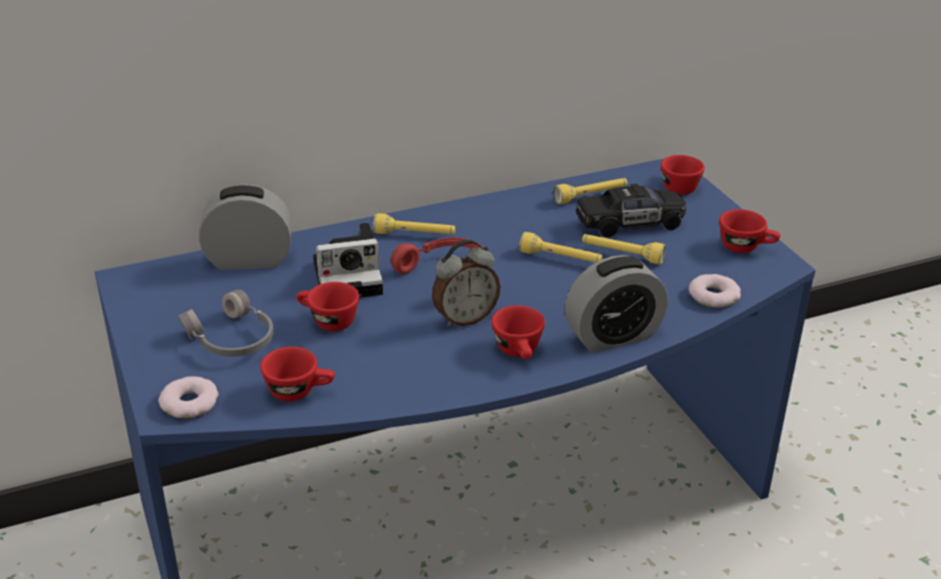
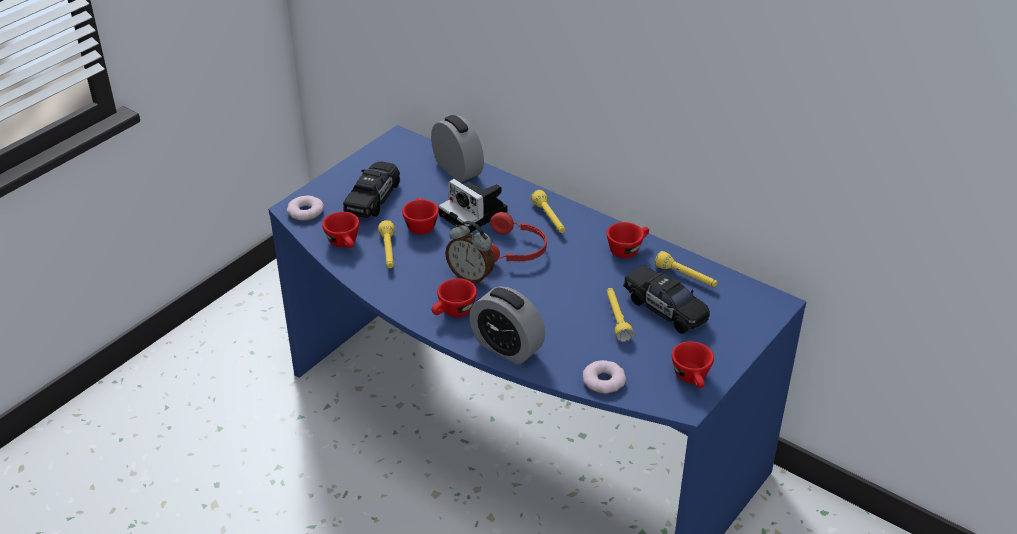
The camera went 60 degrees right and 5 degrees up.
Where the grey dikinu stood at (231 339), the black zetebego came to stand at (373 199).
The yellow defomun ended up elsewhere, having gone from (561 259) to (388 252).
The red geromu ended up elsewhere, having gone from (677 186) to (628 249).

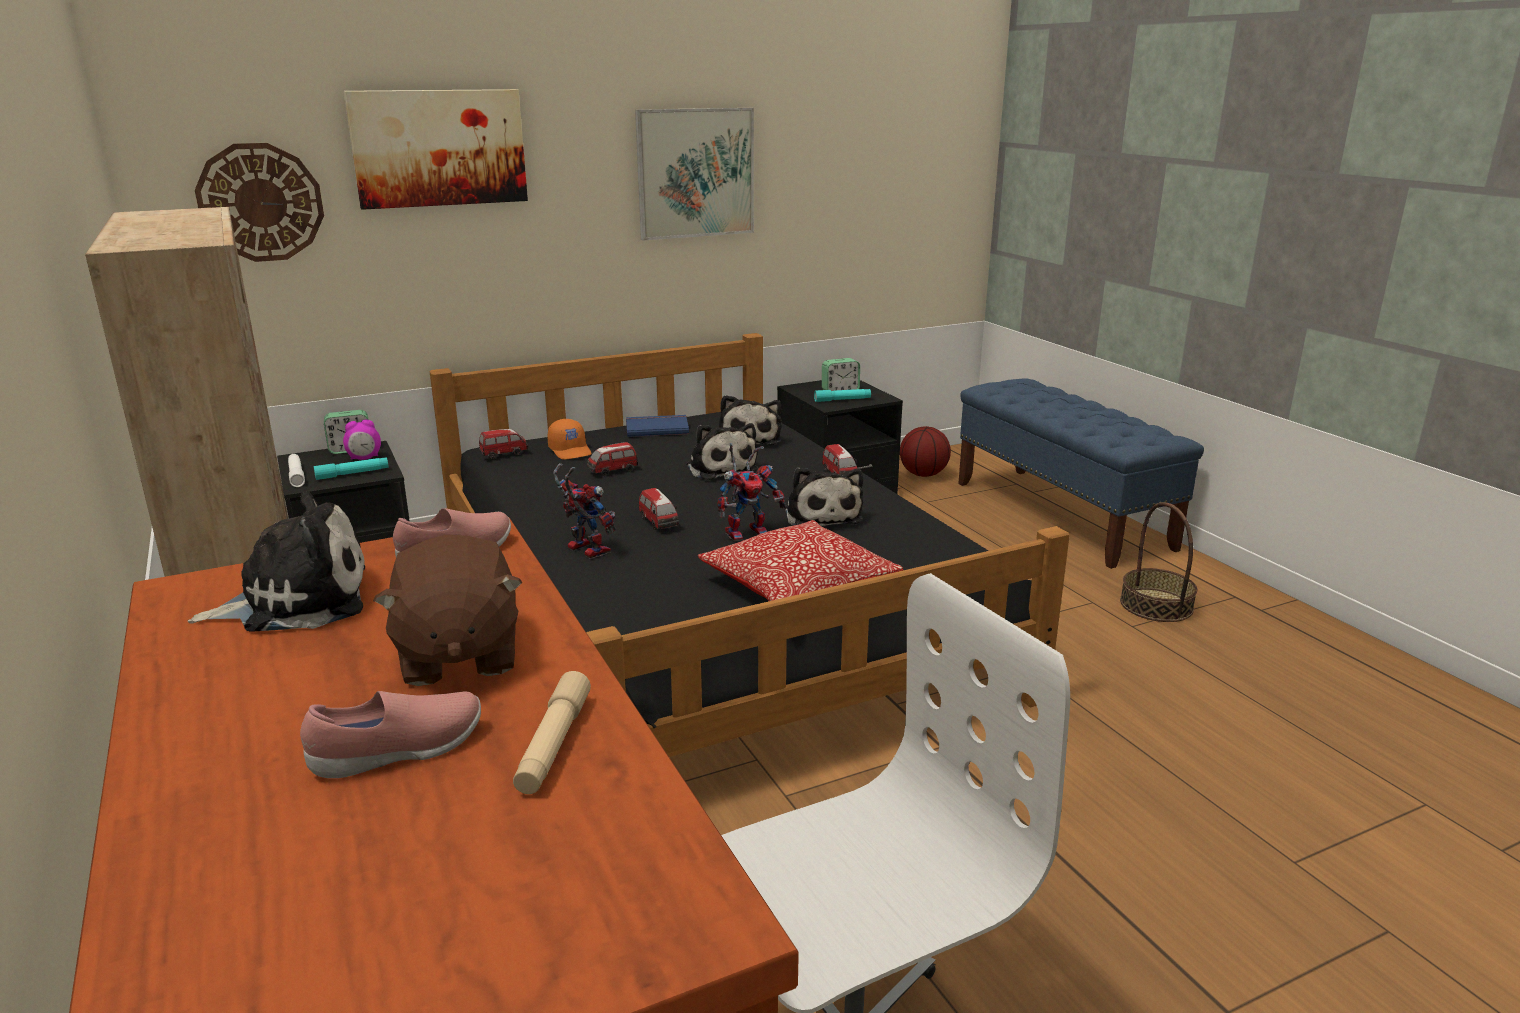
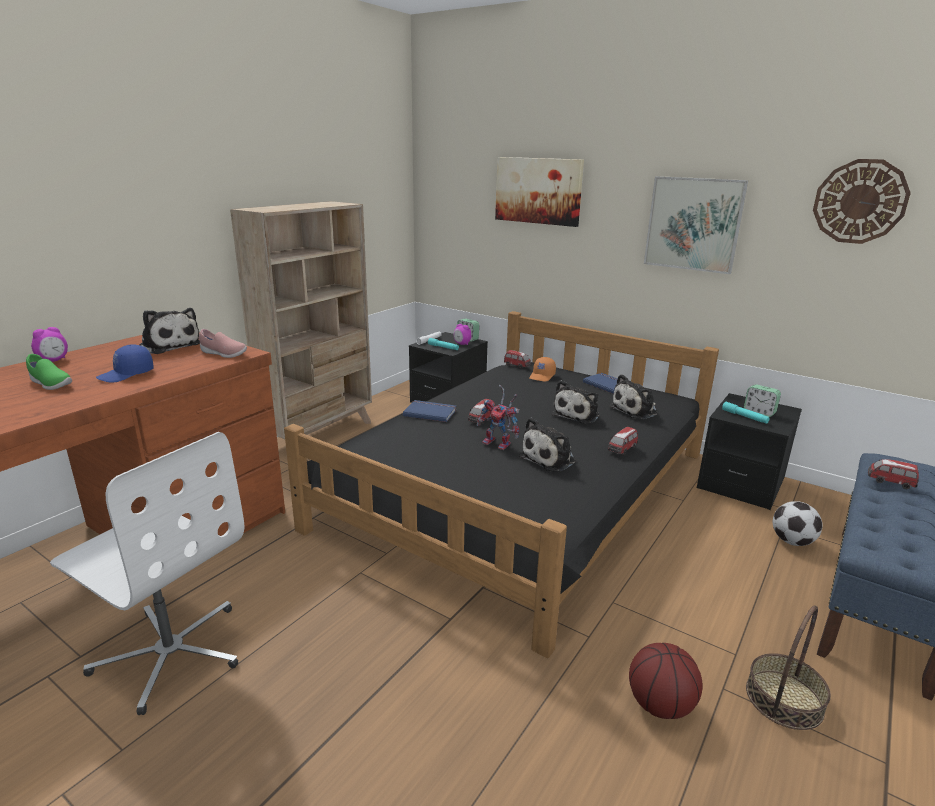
The camera went 60 degrees right and 0 degrees up.
The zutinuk ended up elsewhere, having gone from (261 202) to (859 201).
What was the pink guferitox at (399 752) turned into the green guferitox at (50 384).
Where the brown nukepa stood at (457 655), the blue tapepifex came to stand at (127 374).
The second view lost the beige defomun at (553 744).
Where the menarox stood at (583 549), the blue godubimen came to stand at (430 412).
The zetebego ended up elsewhere, having gone from (612 471) to (890 482).
The second view lost the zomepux at (798 587).
The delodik ended up elsewhere, having gone from (924 474) to (660 705).
The second view gained the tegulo at (53 361).
The second view gained the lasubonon at (792 541).

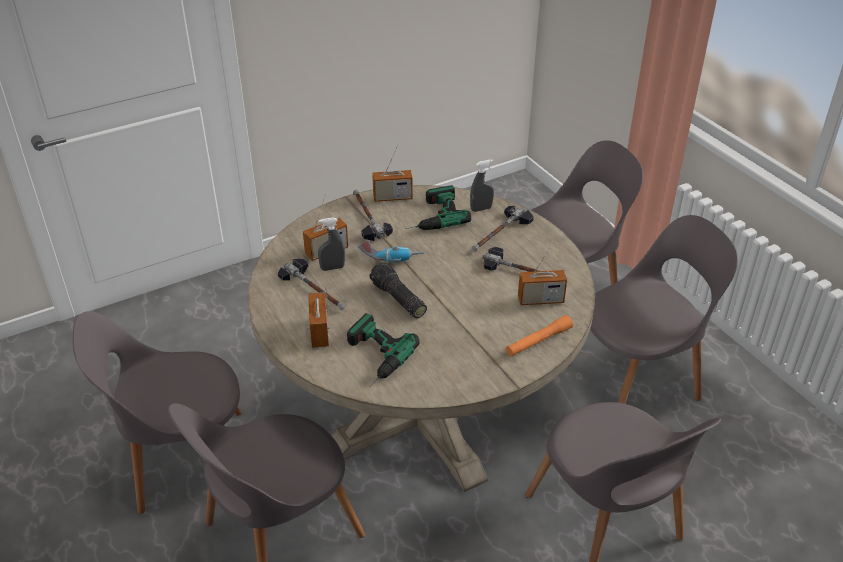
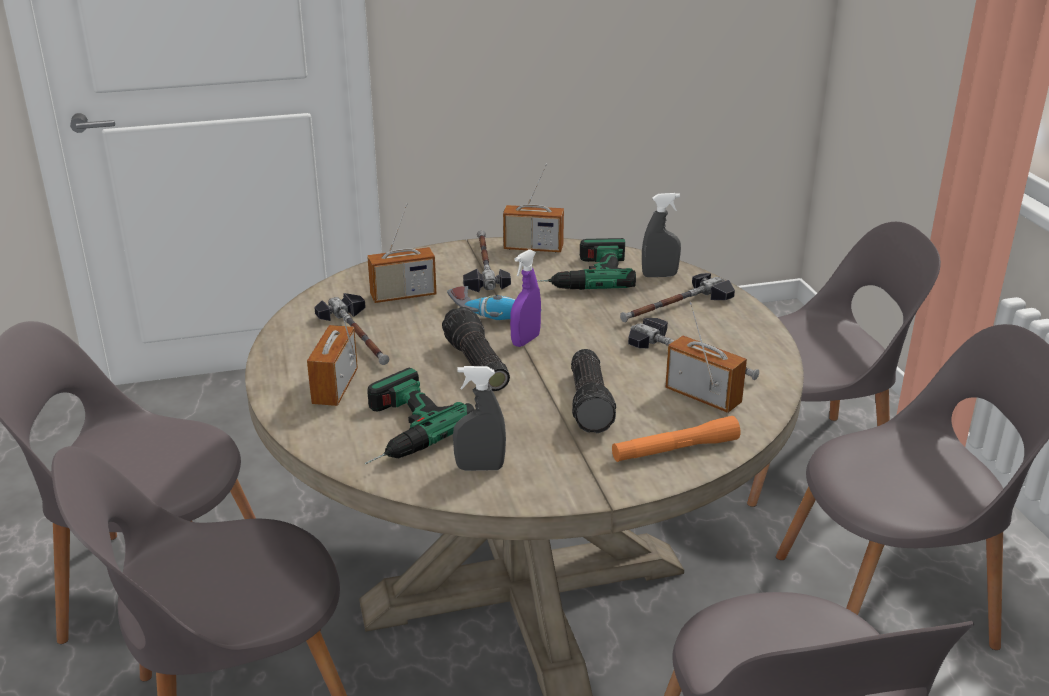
The camera went 15 degrees right and 10 degrees down.
The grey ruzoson ended up elsewhere, having gone from (332 268) to (480 468).
The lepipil at (540 300) ended up facing another way, 150 degrees counterclockwise from before.
The second view gained the purple ruzoson at (525 340).
The second view gained the defomun at (591 403).

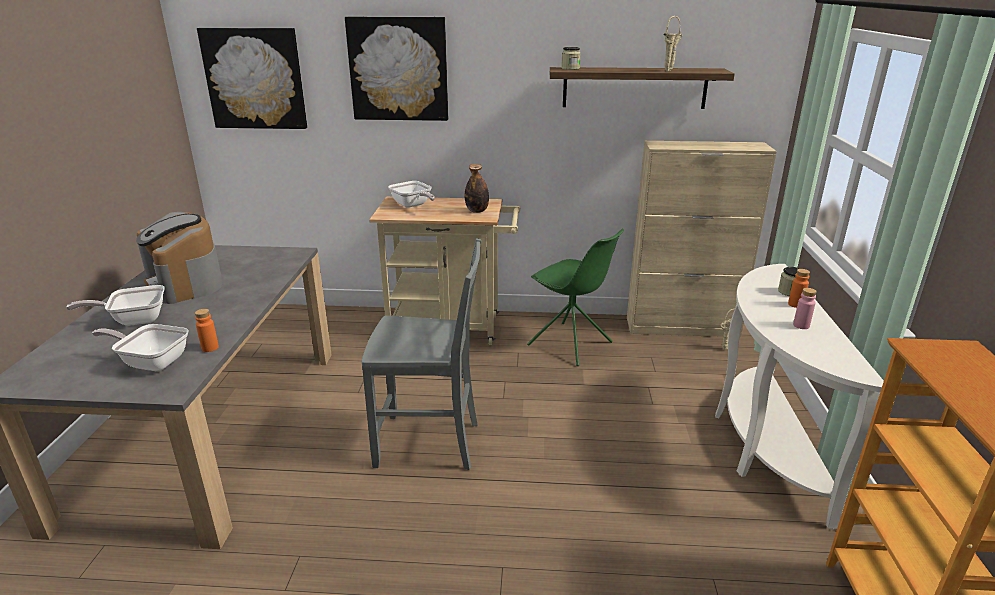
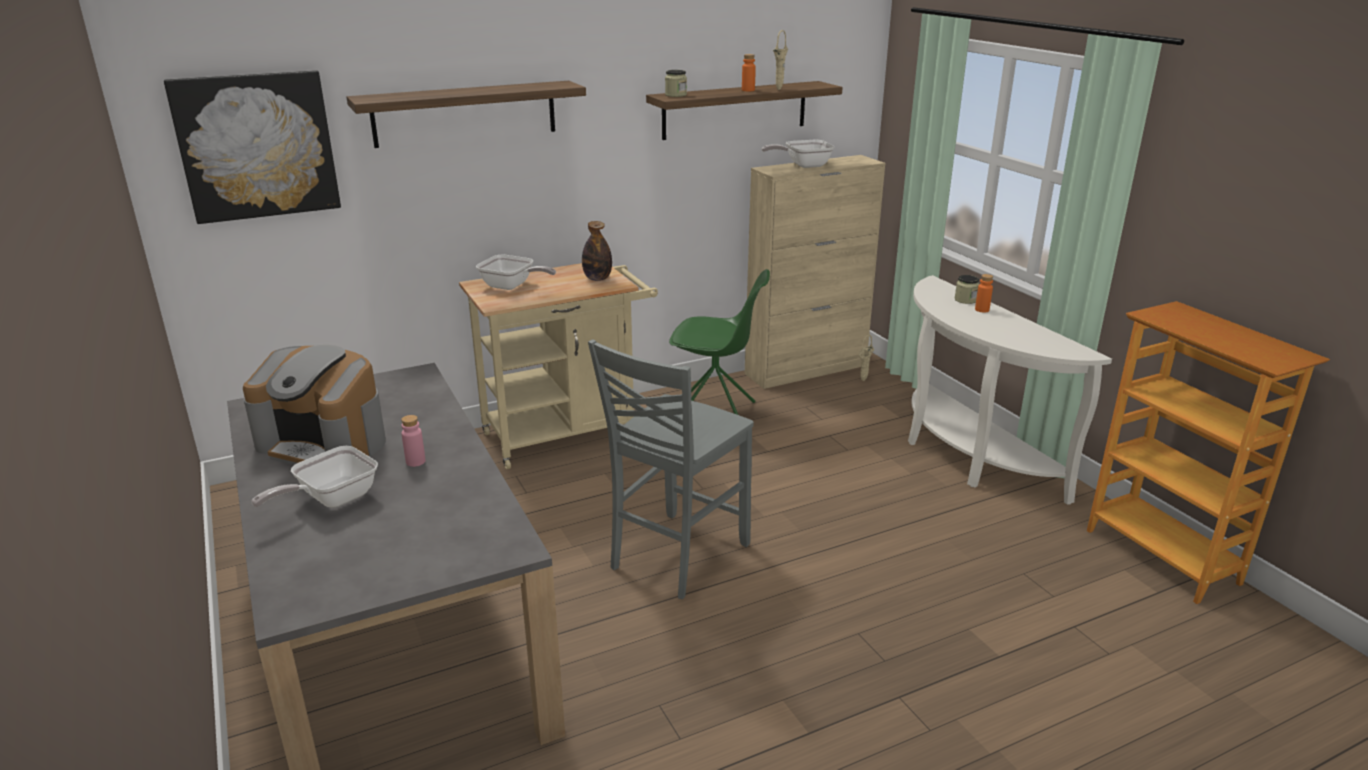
The camera went 30 degrees left and 0 degrees up.
The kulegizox ended up elsewhere, having gone from (151 362) to (803 165).
The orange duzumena ended up elsewhere, having gone from (210 348) to (748 90).
Where the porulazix hung at (398 69), the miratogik came to hang at (465 113).
The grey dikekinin at (430 444) ended up facing another way, 150 degrees clockwise from before.
The pink duzumena ended up elsewhere, having gone from (801 325) to (415 461).

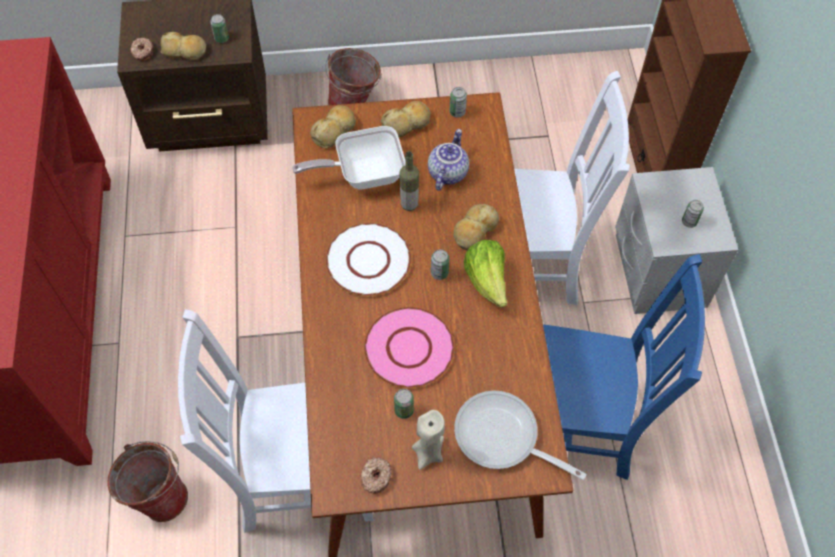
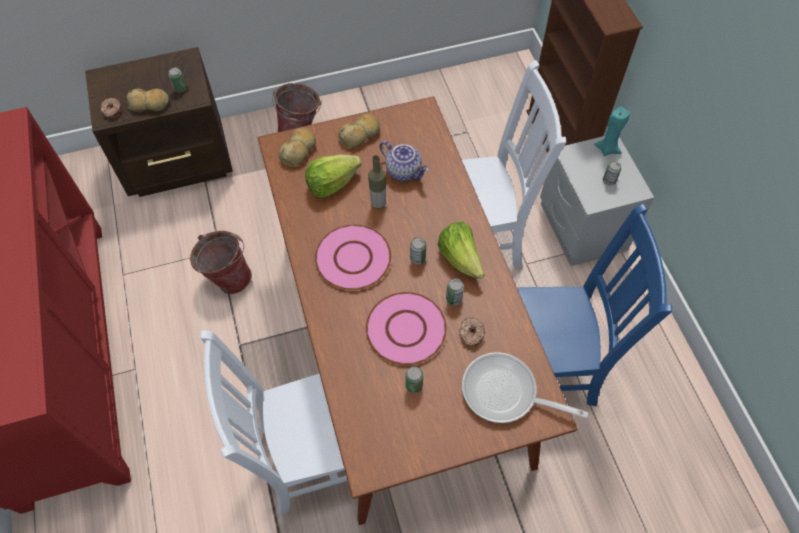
The camera went 10 degrees left and 0 degrees up.
The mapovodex ended up elsewhere, having gone from (158 494) to (228 277).
Where the kulegizox stood at (363 174), the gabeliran came to stand at (332 184).
What was the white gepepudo at (368 260) turned into the pink gepepudo at (352 258).
The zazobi ended up elsewhere, having gone from (375 477) to (471 334).
The second view lost the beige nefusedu at (428 452).
The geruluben at (447 172) ended up facing another way, 120 degrees clockwise from before.
The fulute ended up elsewhere, having gone from (457 112) to (454 299).
The second view lost the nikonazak at (474 231).
The second view gained the turquoise nefusedu at (607 149).

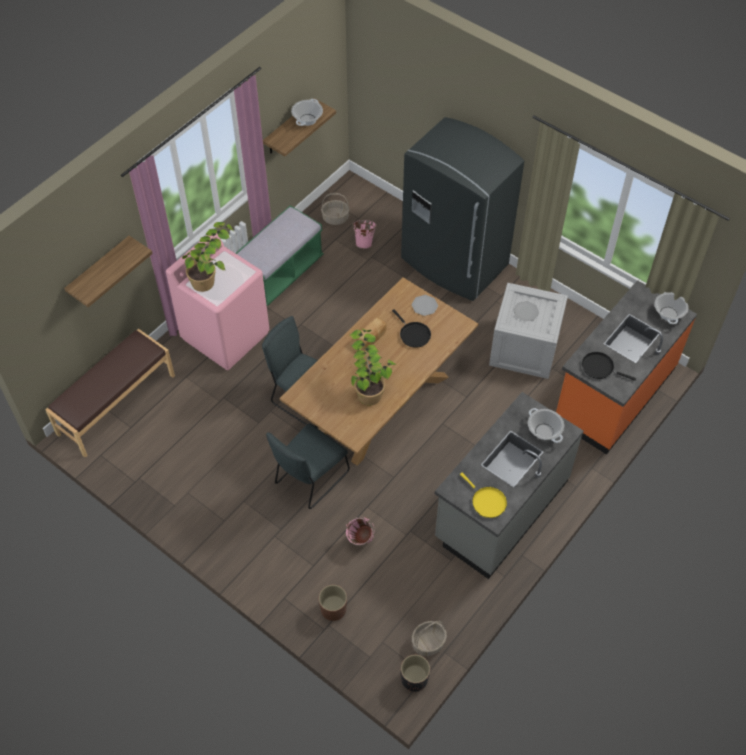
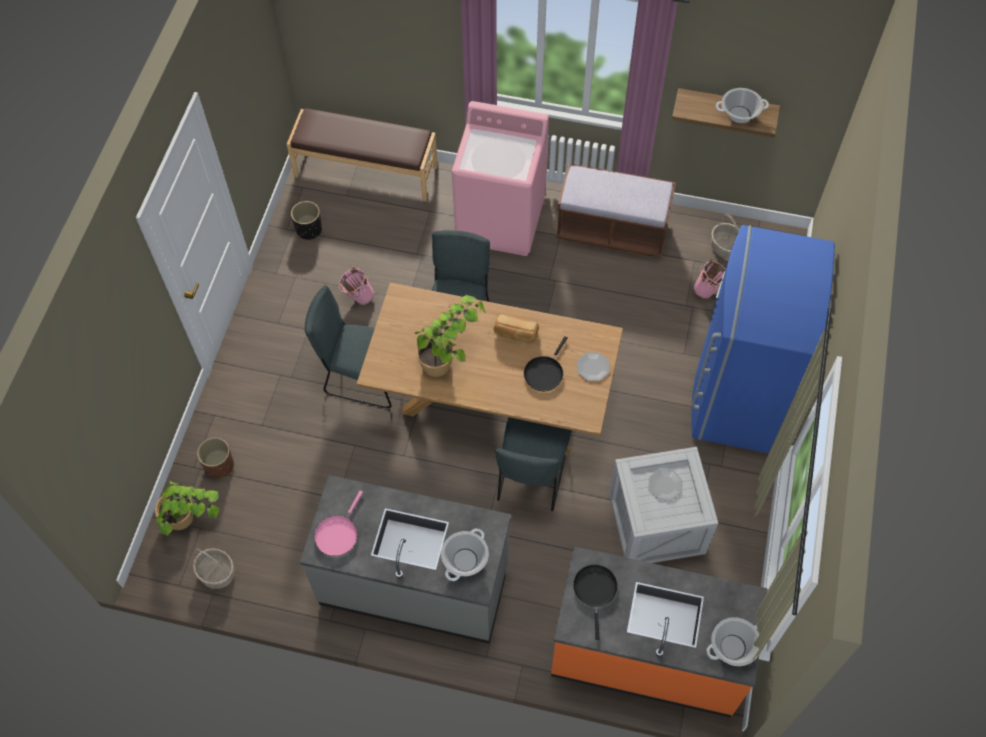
The camera went 65 degrees right and 5 degrees up.
The second view lost the miratogik at (99 269).
The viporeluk ended up elsewhere, having gone from (212 277) to (192 523).
What was the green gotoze at (280 273) turned into the brown gotoze at (612 231).
The pink mapovodex ended up elsewhere, having gone from (360 541) to (358 297).
What was the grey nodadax at (453 263) turned into the blue nodadax at (738 394).
The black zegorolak ended up elsewhere, having gone from (414 679) to (309 229).
What was the yellow kulegizox at (487 501) turned into the pink kulegizox at (338 534).
The second view gained the grey dikekinin at (531 478).

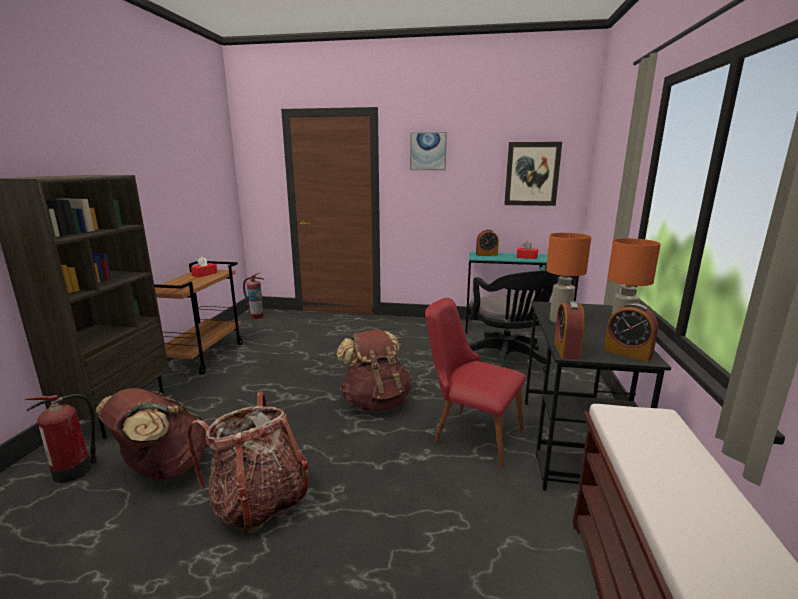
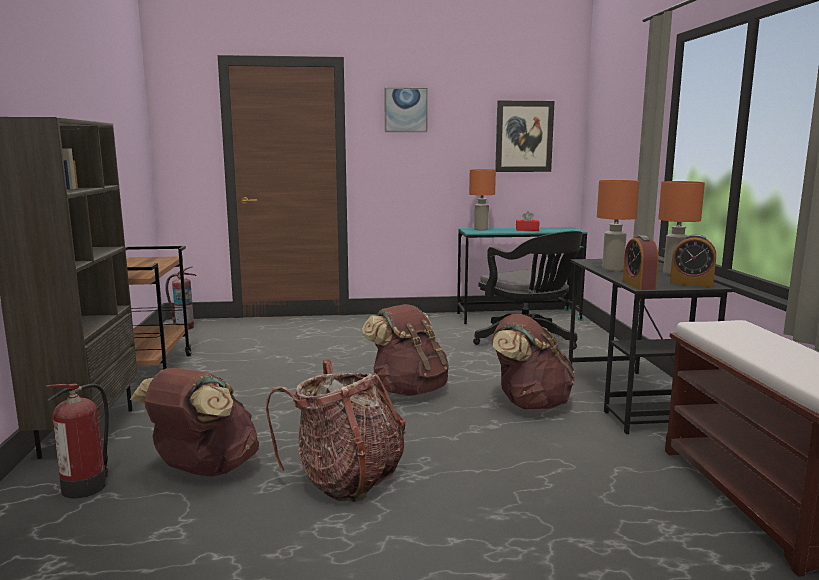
The camera went 15 degrees left and 5 degrees down.
The second view lost the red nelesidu at (204 274).
Where the red dikekinin stood at (470 433), the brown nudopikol came to stand at (529 403).
Where the tegulo stood at (486 255), the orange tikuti came to stand at (481 229).

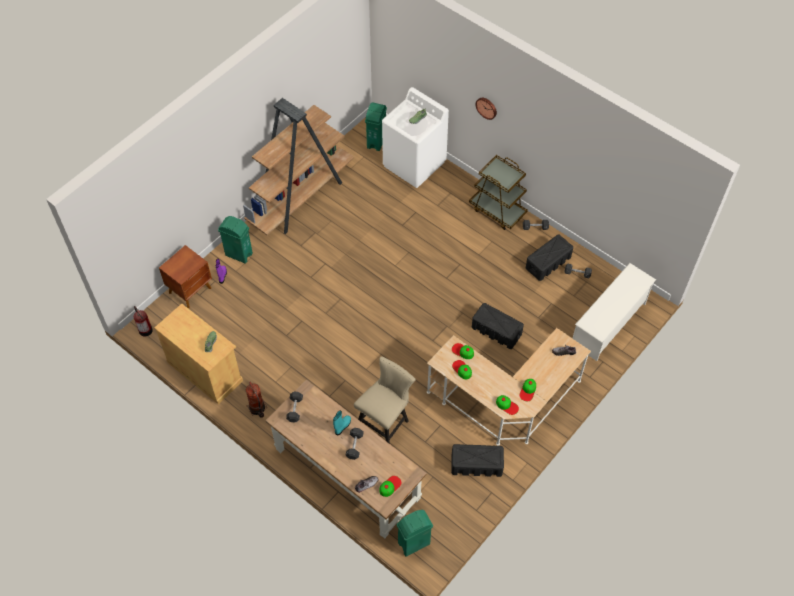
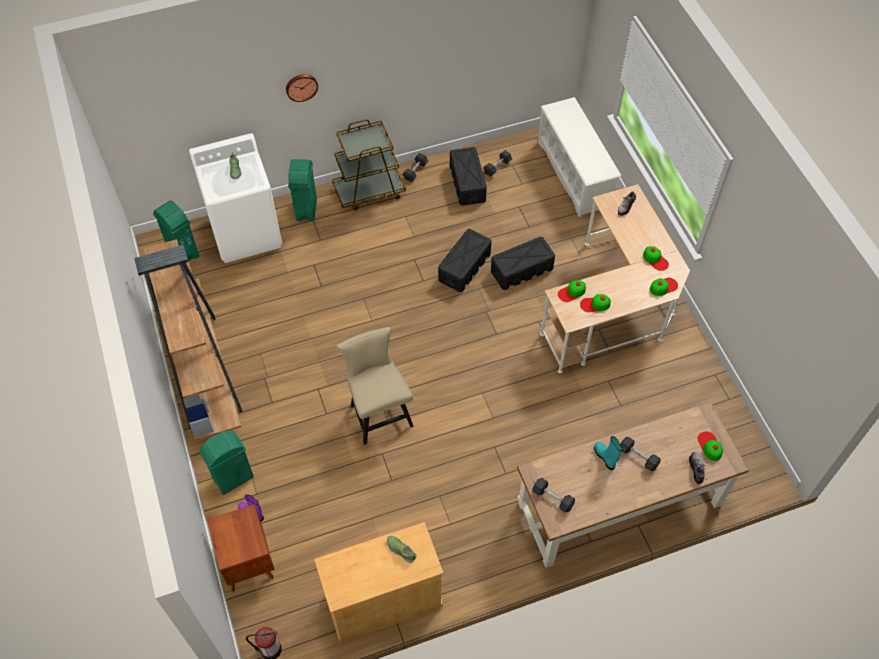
The camera went 60 degrees left and 0 degrees up.
The second view lost the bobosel at (257 408).
The beige dikekinin ended up elsewhere, having gone from (385 421) to (378 412).
The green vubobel ended up elsewhere, having gone from (413 543) to (306 210).
The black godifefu ended up elsewhere, having gone from (476 464) to (464 267).

